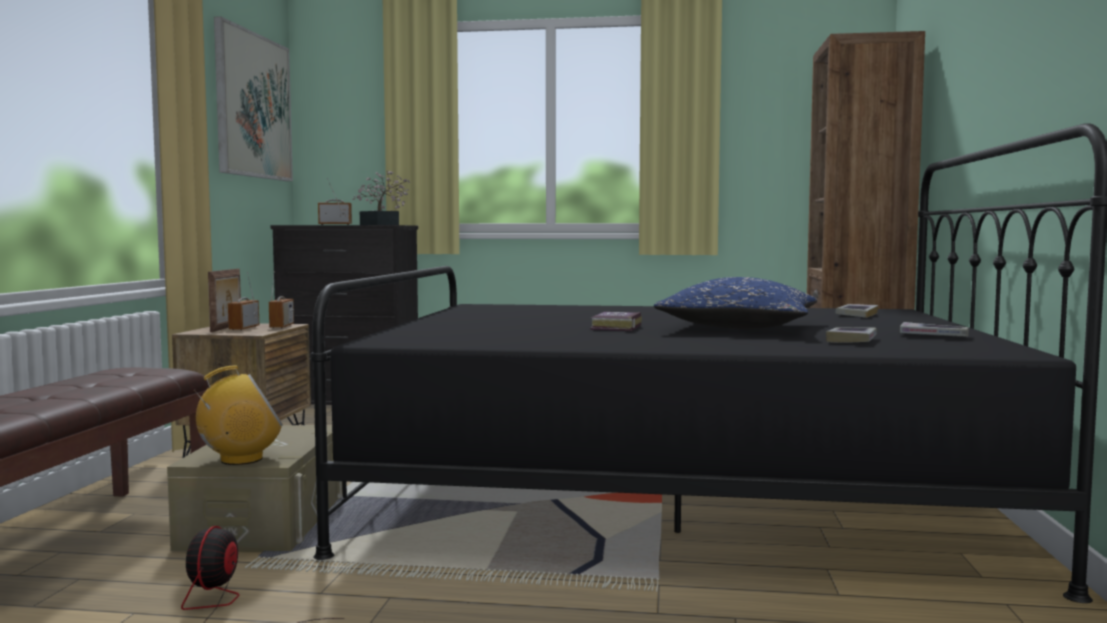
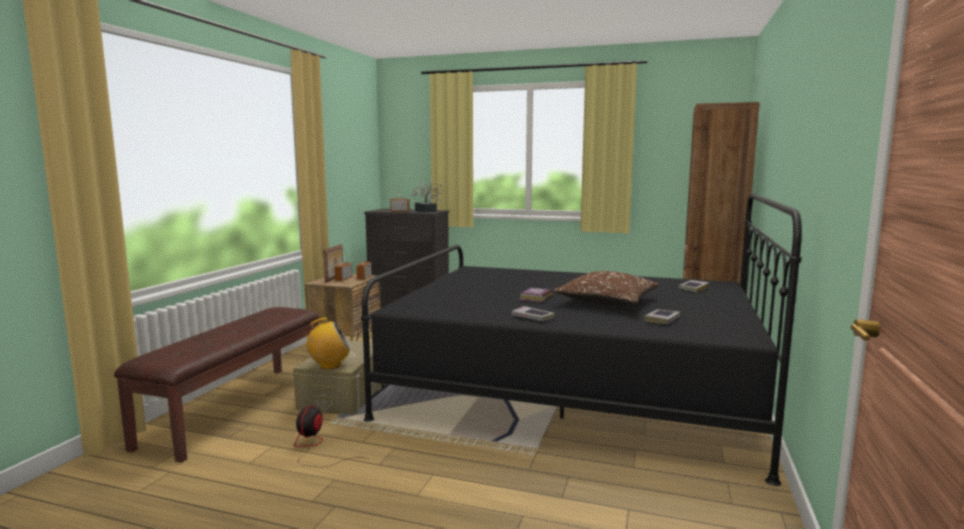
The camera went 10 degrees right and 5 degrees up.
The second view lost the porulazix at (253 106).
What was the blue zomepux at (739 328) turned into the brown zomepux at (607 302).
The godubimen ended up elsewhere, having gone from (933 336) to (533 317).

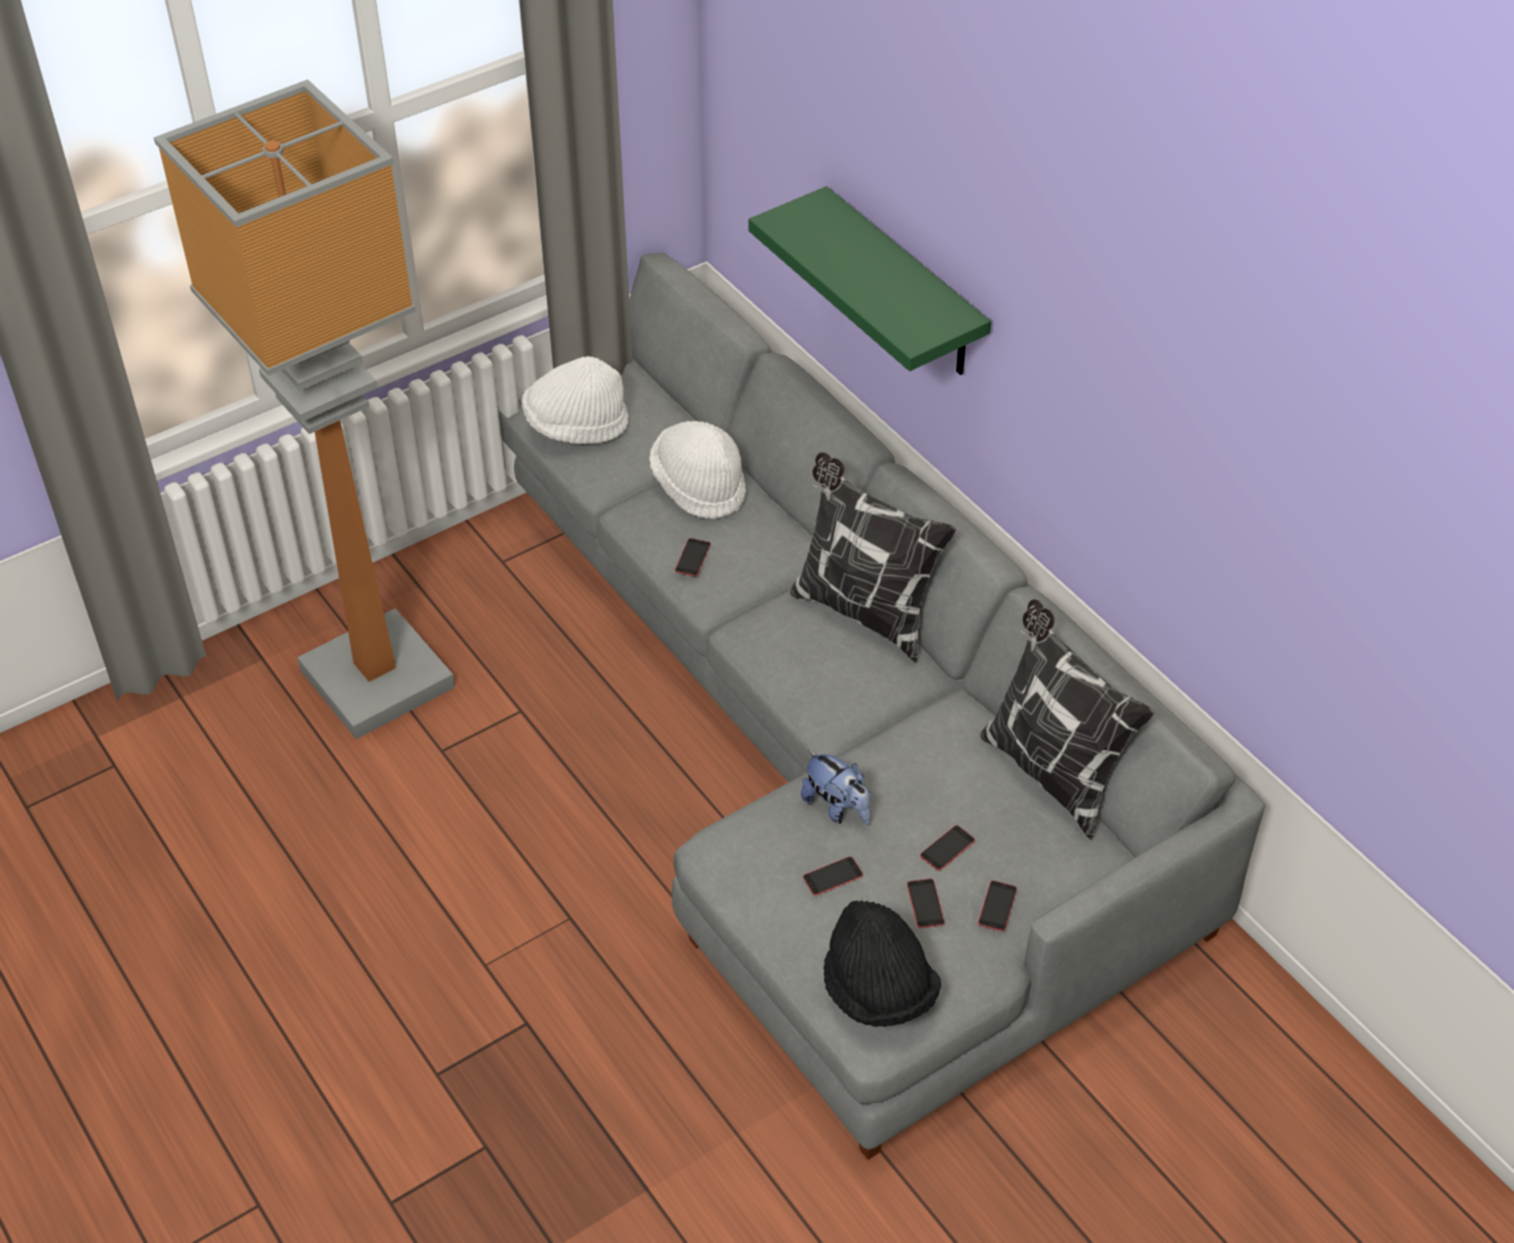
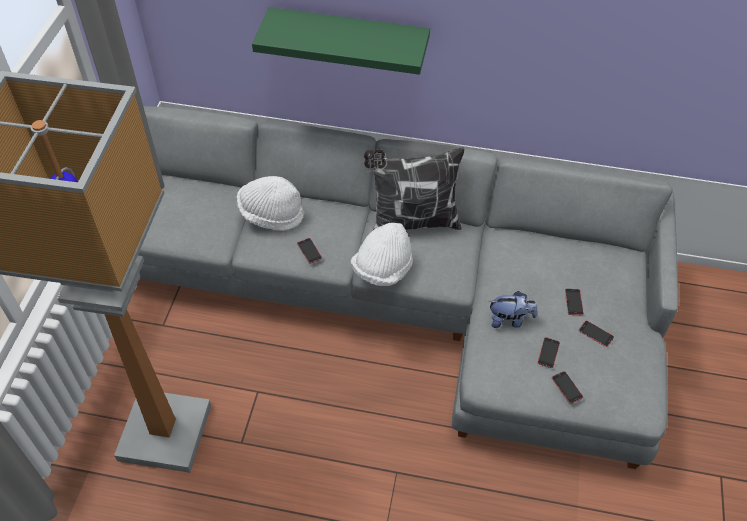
The camera went 45 degrees left and 5 degrees up.
The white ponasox ended up elsewhere, having gone from (576 426) to (382 269).
The second view lost the black ponasox at (878 990).
The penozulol ended up elsewhere, having gone from (997 906) to (567 387).
The second view lost the zomepux at (1052 772).

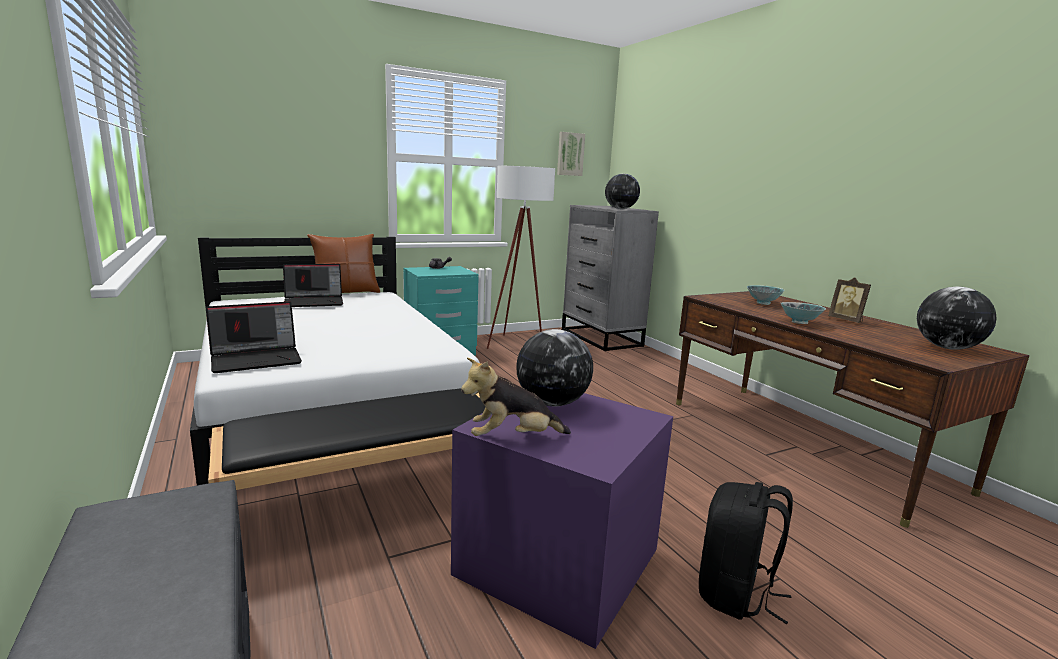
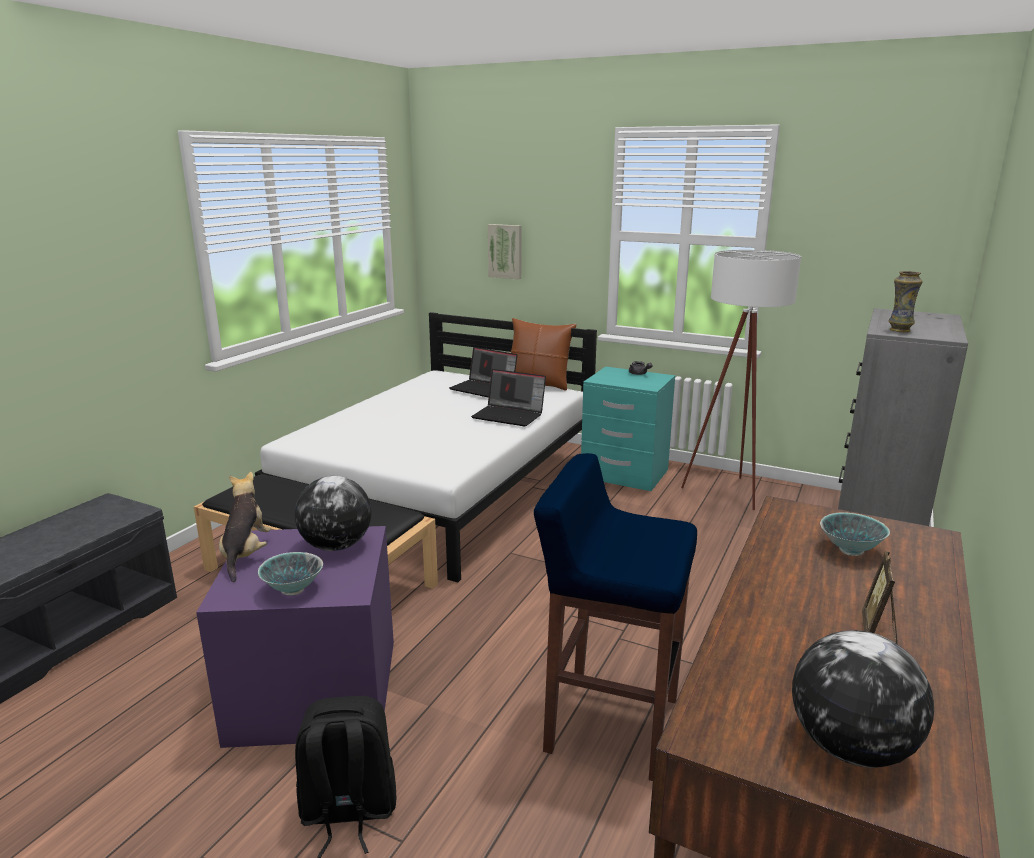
The camera went 55 degrees right and 5 degrees up.
The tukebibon ended up elsewhere, having gone from (257 359) to (510 415).
The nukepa at (513 438) ended up facing another way, 45 degrees clockwise from before.
The porulazix ended up elsewhere, having gone from (570 154) to (505 251).
Where the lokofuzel stood at (620 209), the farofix came to stand at (899 330).
The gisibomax ended up elsewhere, having gone from (799 323) to (292 590).
The second view gained the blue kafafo at (610 724).

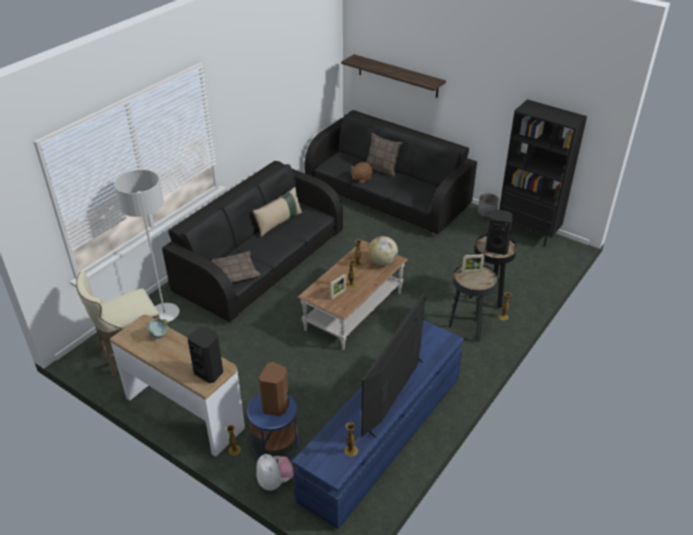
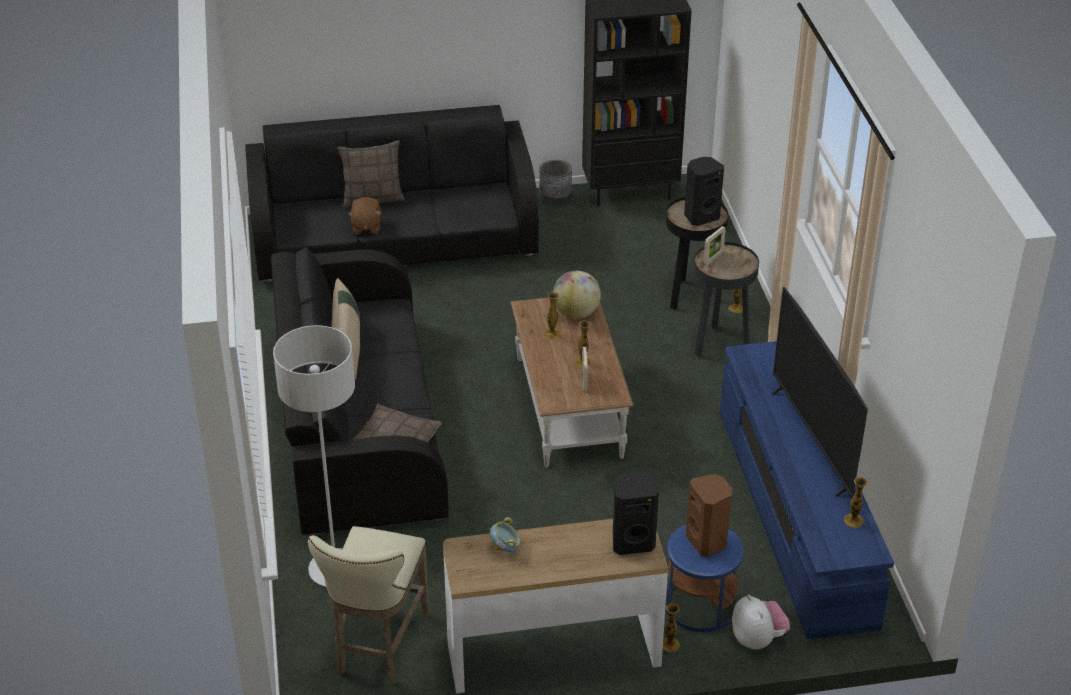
The camera went 45 degrees left and 0 degrees up.
The nukepa at (275 481) ended up facing another way, 45 degrees clockwise from before.
The second view lost the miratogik at (398 76).

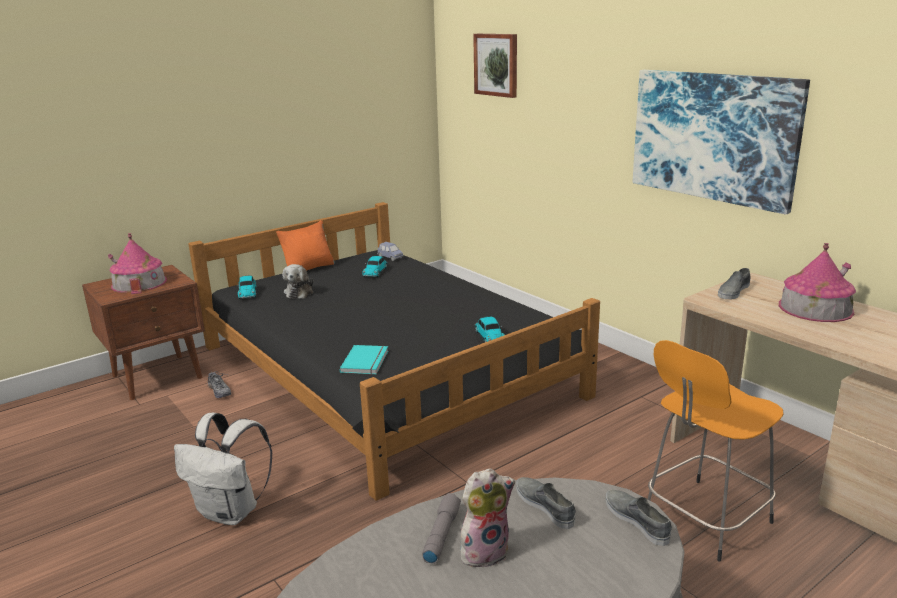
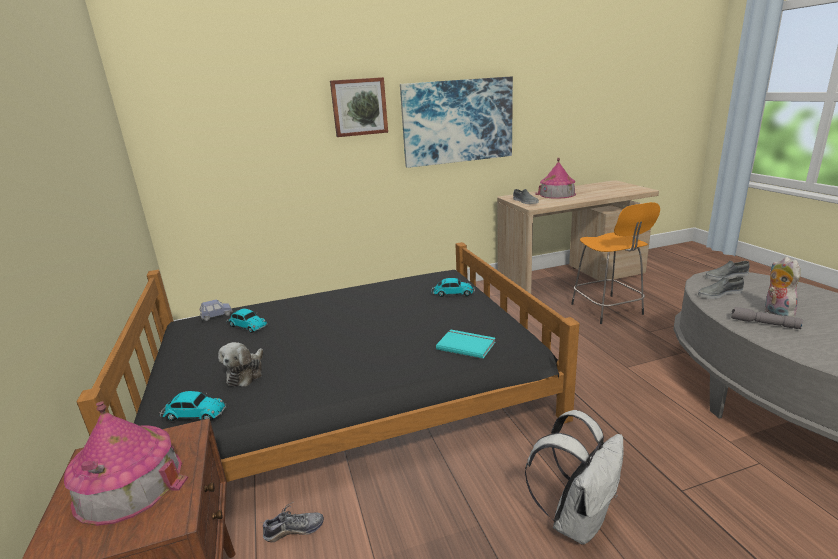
The camera went 70 degrees left and 0 degrees up.
The second view lost the orange zomepux at (309 268).
The nukepa at (299 292) ended up facing another way, 75 degrees clockwise from before.
The porulazix ended up elsewhere, having gone from (496 64) to (359 107).

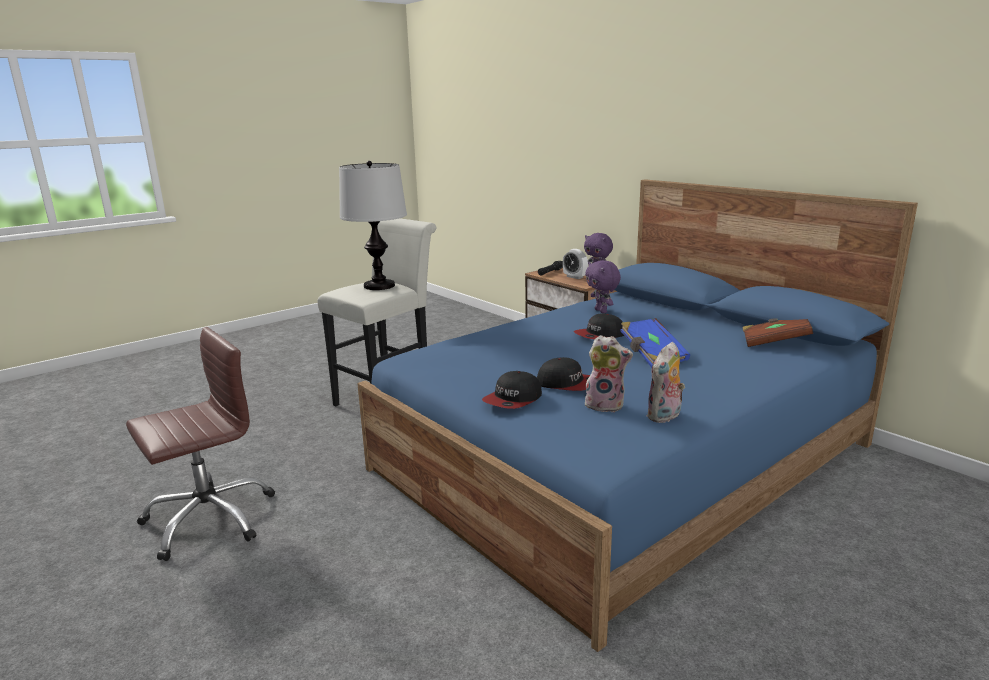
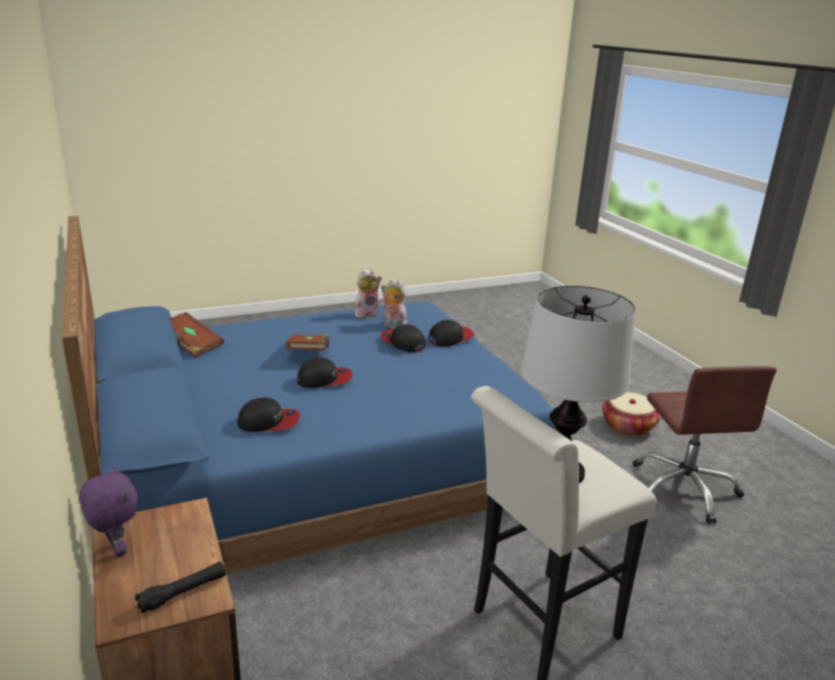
The camera went 165 degrees left and 5 degrees up.
The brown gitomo at (209 518) ended up facing another way, 75 degrees counterclockwise from before.
The second view lost the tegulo at (574 277).
Where the purple nukepa stood at (601 311), the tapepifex came to stand at (269 422).
What was the blue godubimen at (652 355) turned into the brown godubimen at (309 353).
The second view gained the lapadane at (628 426).

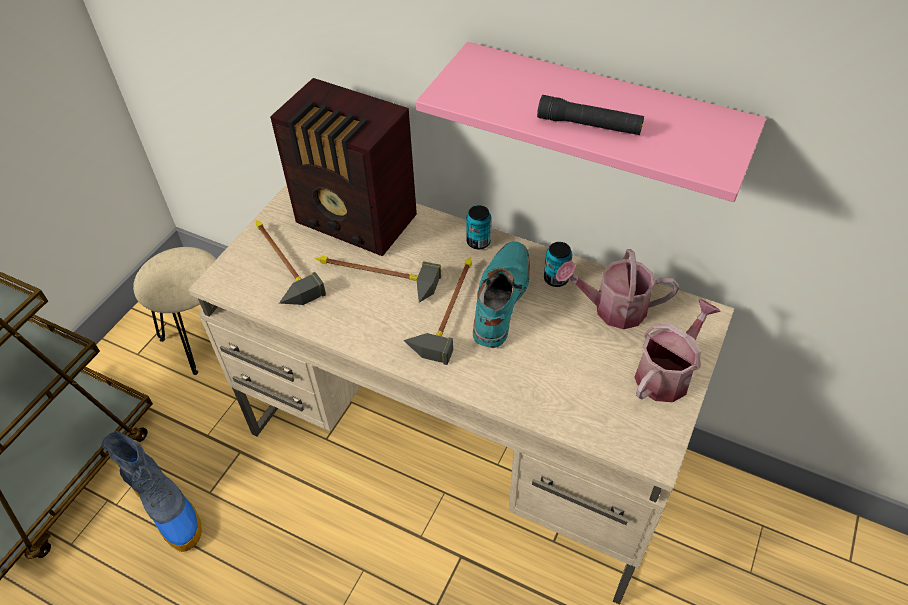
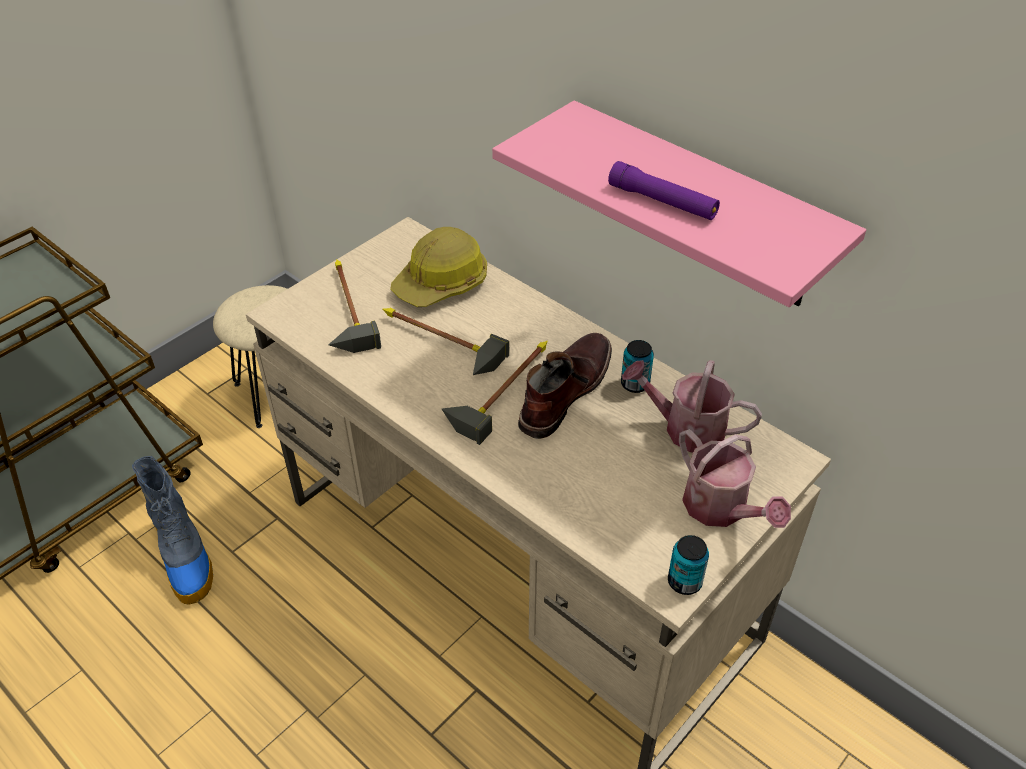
The camera went 15 degrees right and 5 degrees down.
Where the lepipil stood at (357 222), the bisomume came to stand at (442 283).
The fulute ended up elsewhere, having gone from (478 242) to (684 582).
What was the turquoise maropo at (499 299) turned into the brown maropo at (563 391).
What was the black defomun at (589 125) turned into the purple defomun at (662 202).
The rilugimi at (667 373) ended up facing another way, 90 degrees clockwise from before.

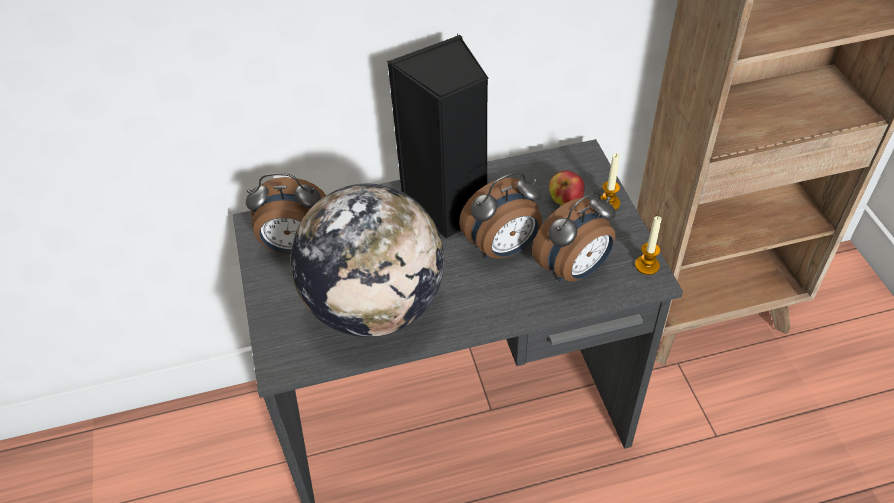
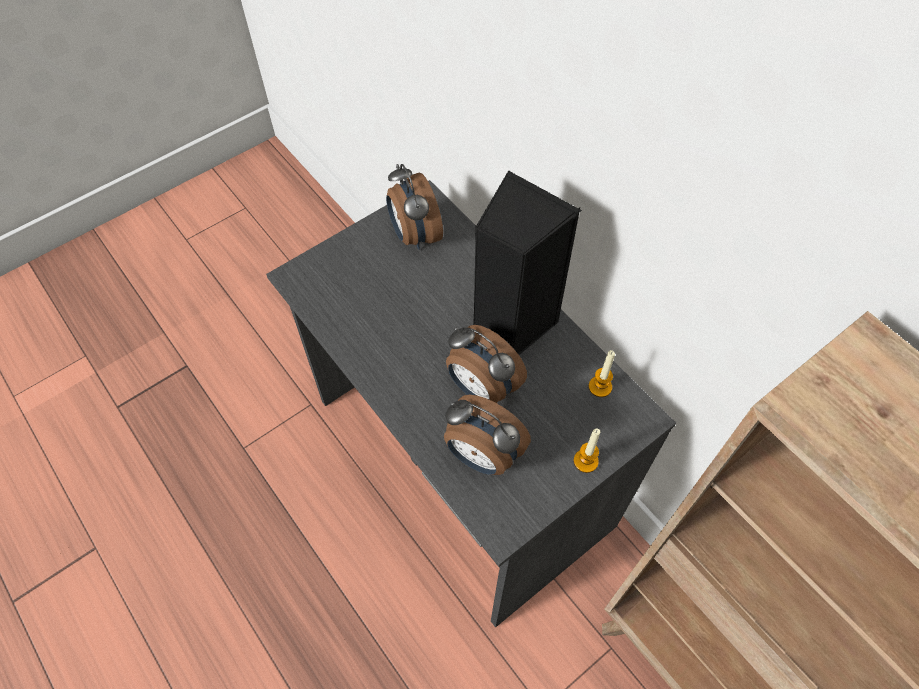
The camera went 65 degrees right and 10 degrees up.
The second view lost the lokofuzel at (375 306).
The second view lost the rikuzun at (565 201).
The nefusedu ended up elsewhere, having gone from (647 265) to (600 387).

